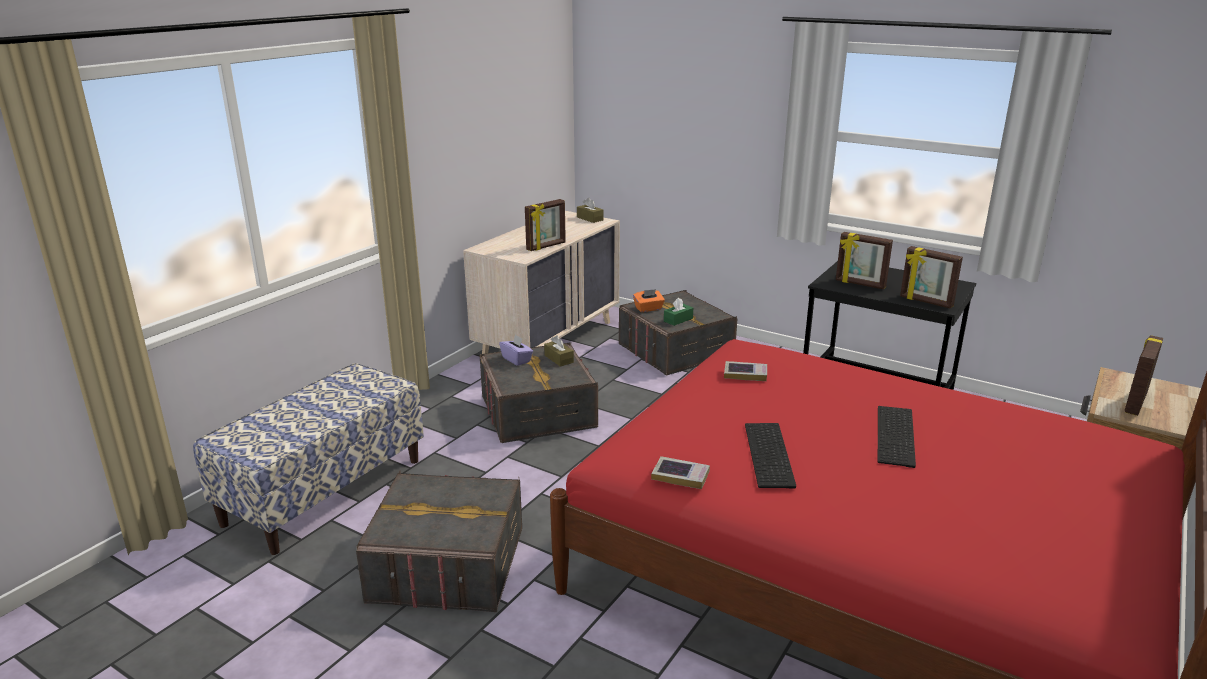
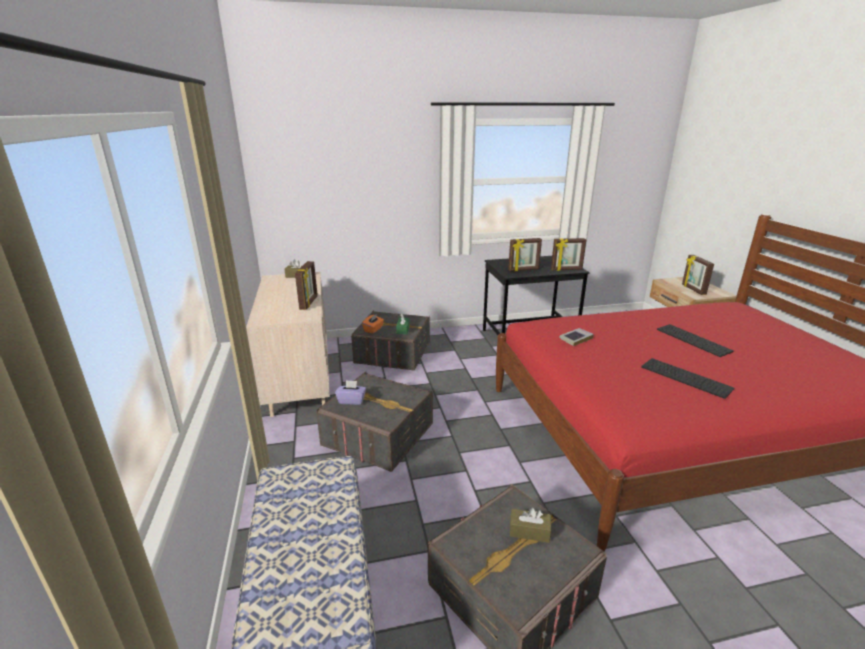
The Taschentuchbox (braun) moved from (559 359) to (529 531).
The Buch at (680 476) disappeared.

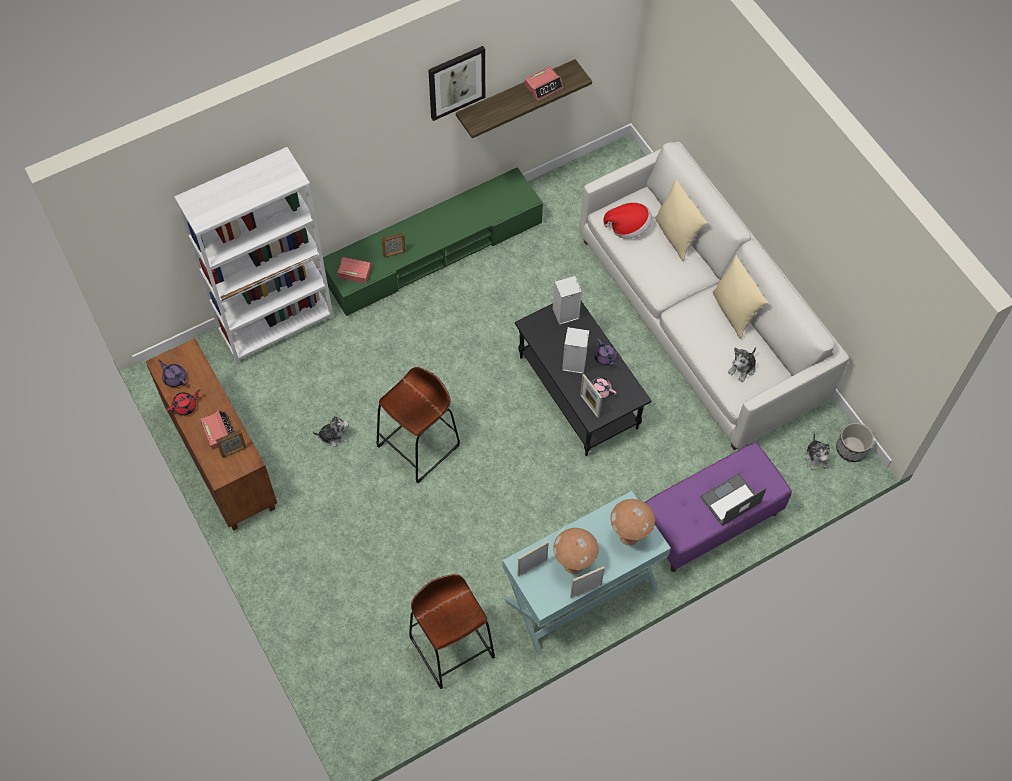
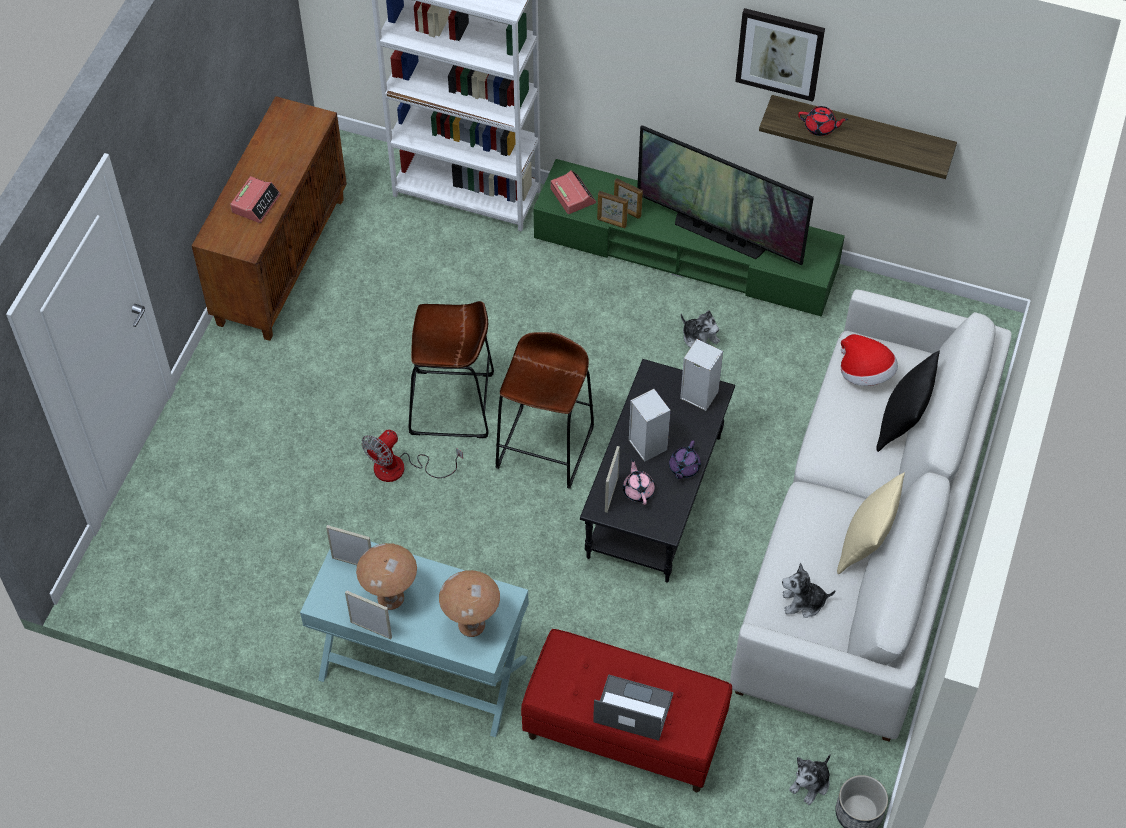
The Wecker at (543 86) disappeared.
The Kissen (beige) at (676 236) became the Kissen (schwarz) at (902 423).
The Teekanne (lila) at (174 378) disappeared.
The Teekanne (rot) moved from (185 406) to (820 127).
The Plüschtier moved from (334 436) to (699 338).
The Bilderrahmen moved from (234 451) to (611 223).
The Bank (lila) at (710 521) became the Bank (rot) at (624 731).
The Hocker (braun) moved from (452 647) to (545 447).
The Fernseher at (719 235) appeared.
The Ventilator at (401 469) appeared.

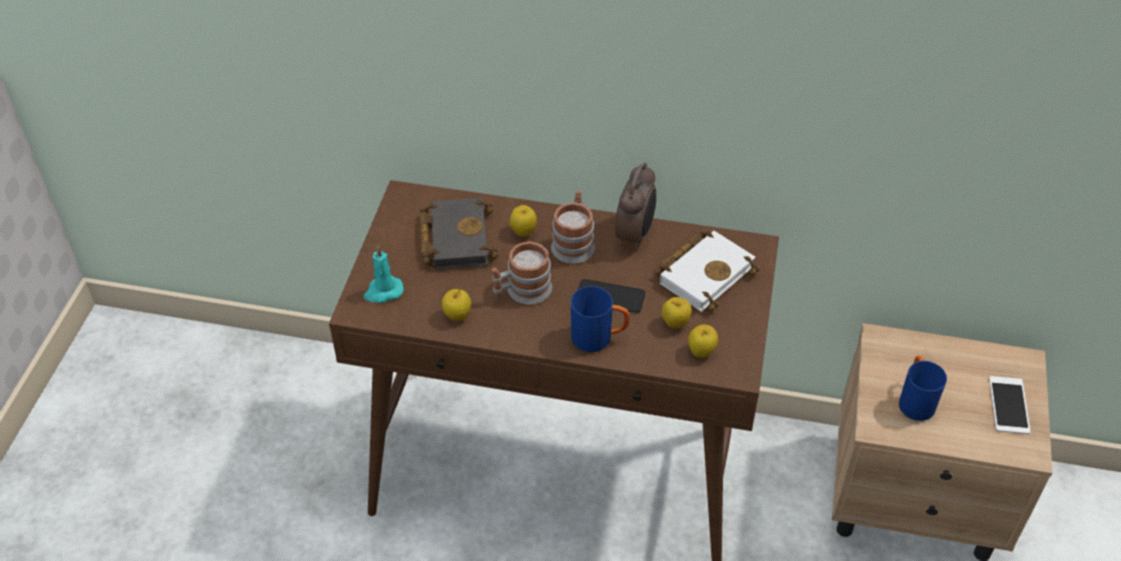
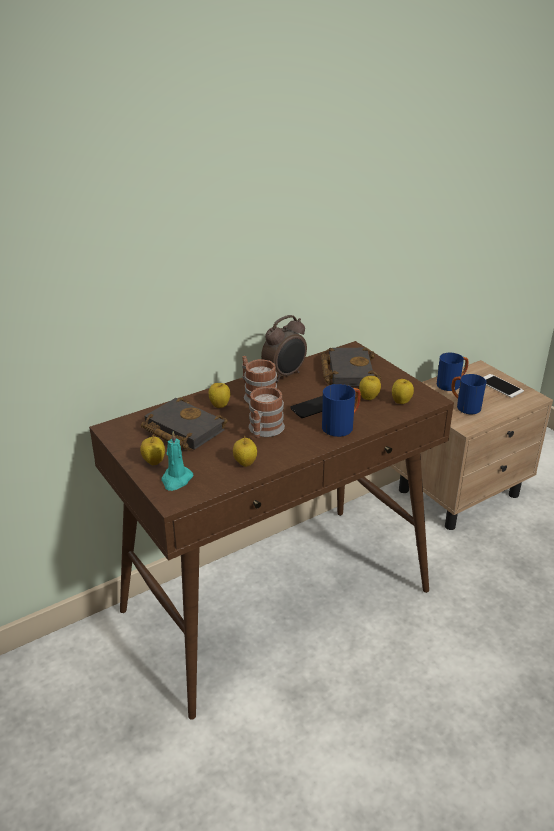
The Wecker at (635 235) turned 75 degrees clockwise.
The Buch (weiß) at (705 273) became the Buch (schwarz) at (347 371).
The Henkelbecher (blau) at (451 384) appeared.
The Apfel at (154 462) appeared.

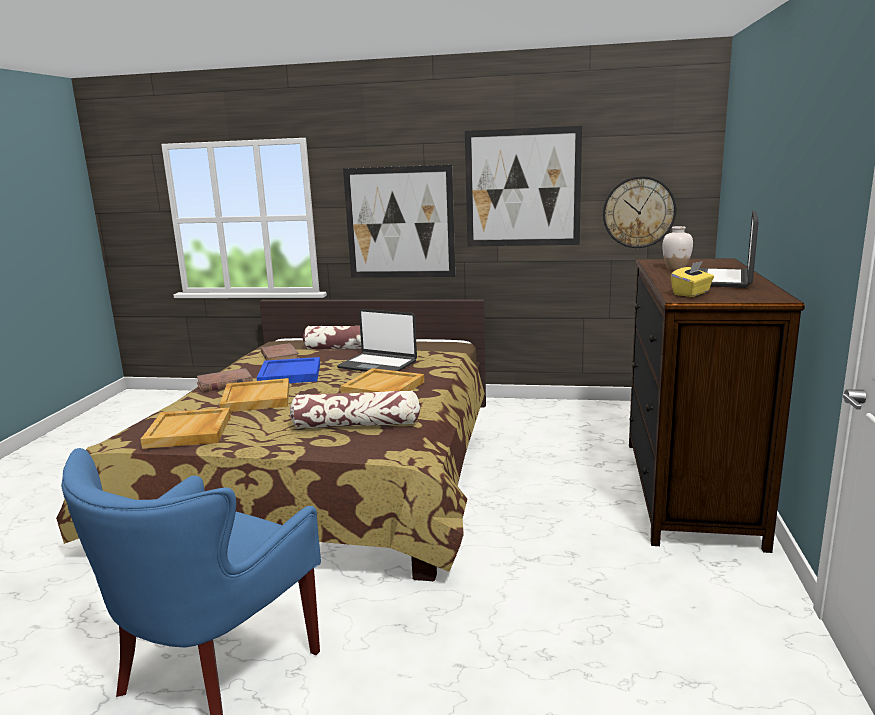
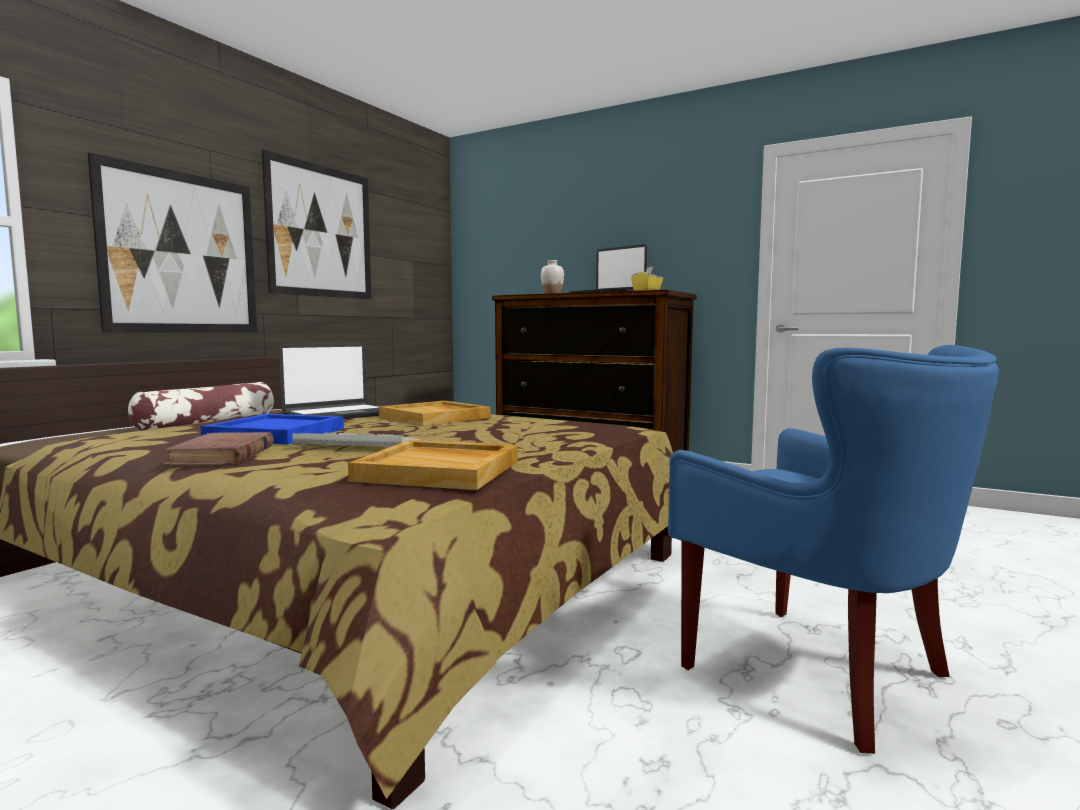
The Wanduhr at (638 212) disappeared.
The Buch (braun) at (280 357) disappeared.
The Tablett (beige) at (256 398) was replaced by the Tastatur at (354 446).
The Kissen at (356 425) disappeared.

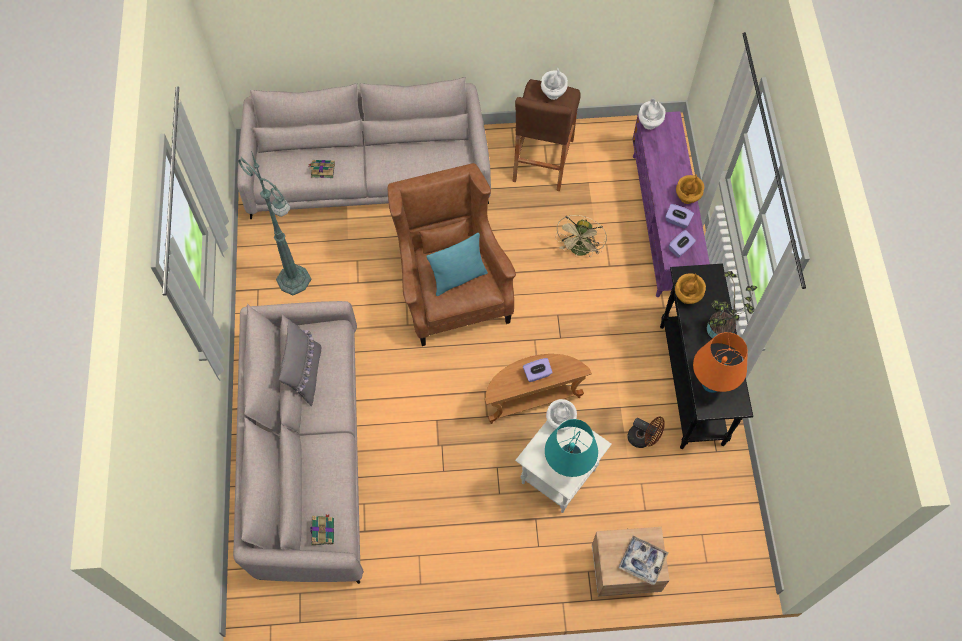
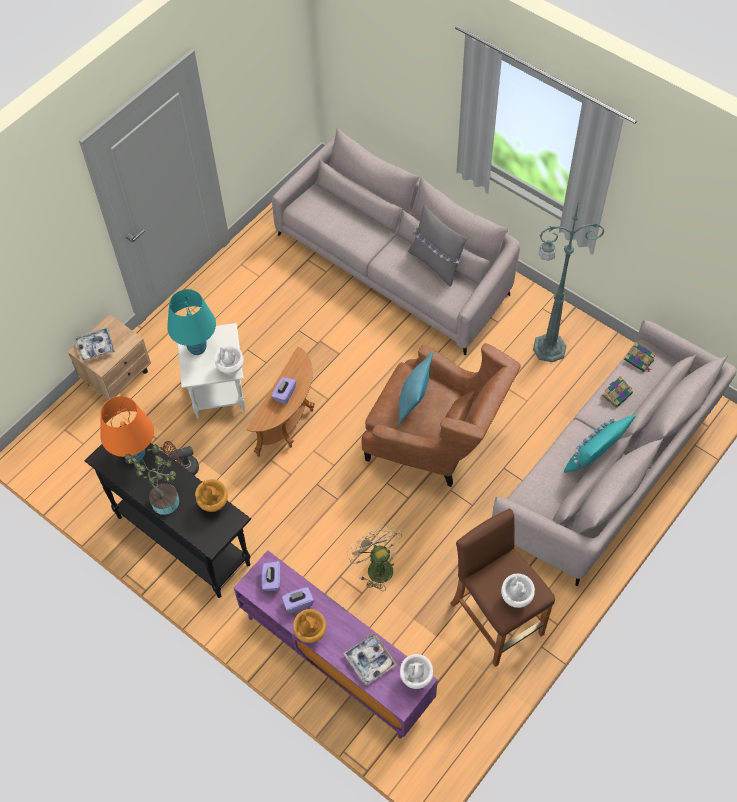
The Buch moved from (322 531) to (639 360).
The Kissen (türkis) at (594 459) appeared.
The Tablett at (370 660) appeared.

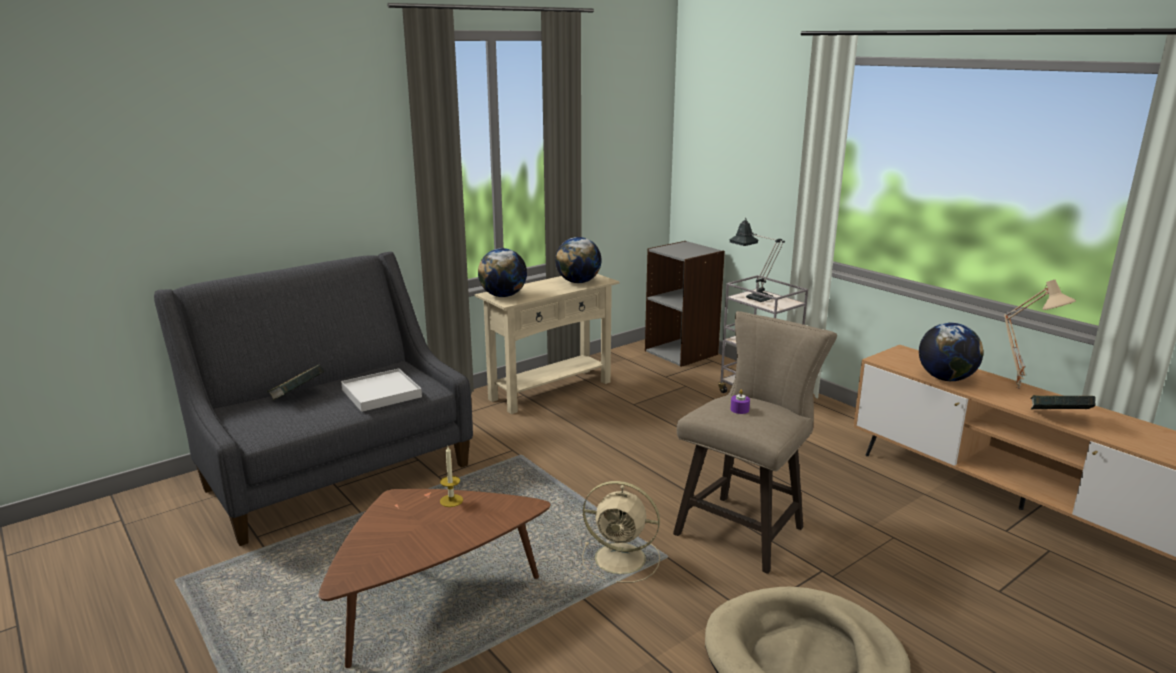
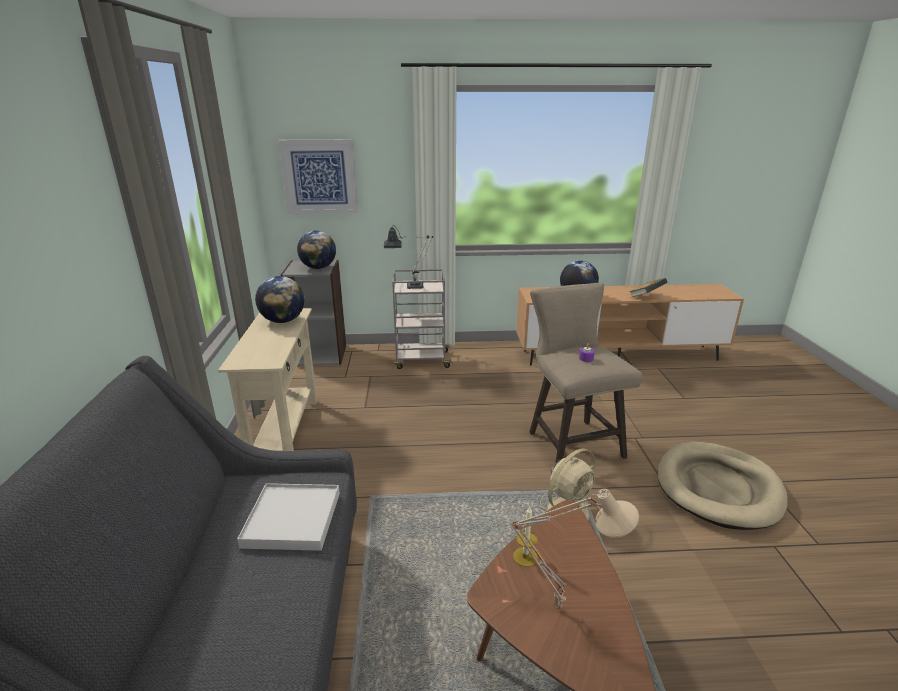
The Globus moved from (503 296) to (318 268).
The Tischlampe (beige) moved from (1020 388) to (559 606).
The Buch at (297 396) disappeared.
The Bild at (319 177) appeared.

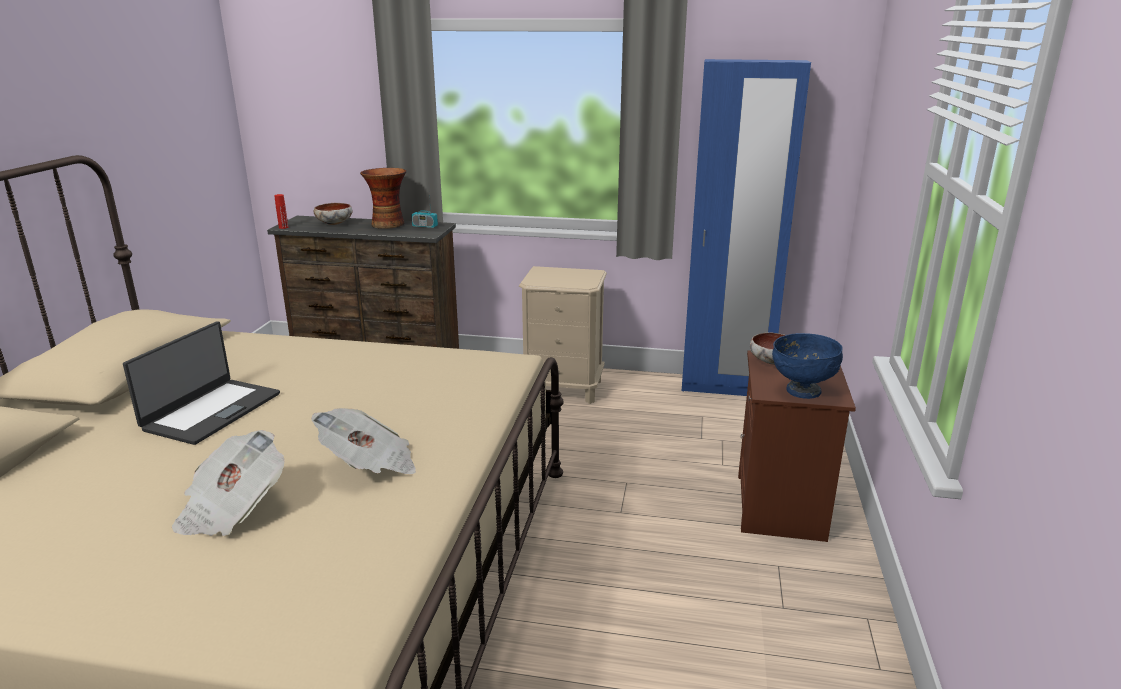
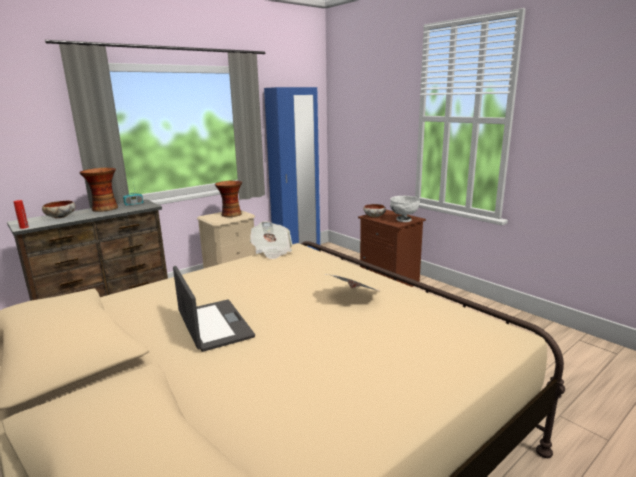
The Schüssel (blau) at (802 391) became the Schüssel (weiß) at (403 220).
The Zeitung moved from (232 509) to (272 251).
The Vase at (230 214) appeared.

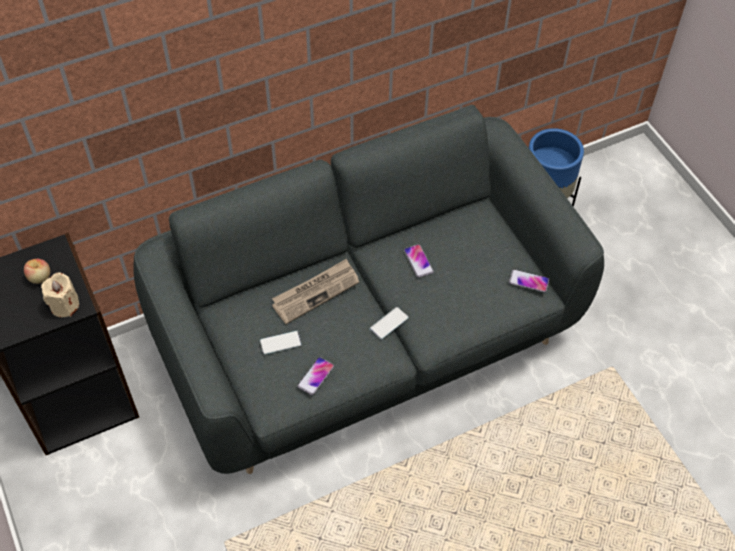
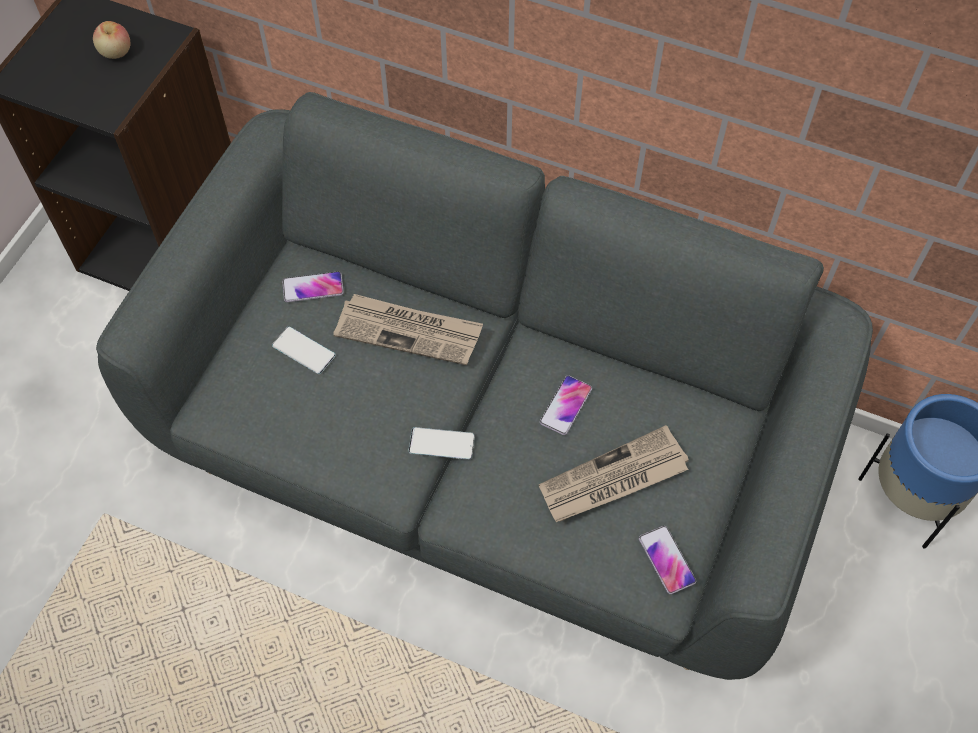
The Kerze (beige) at (64 305) disappeared.
The Handy moved from (316 376) to (313 287).
The Zeitung at (613 479) appeared.

